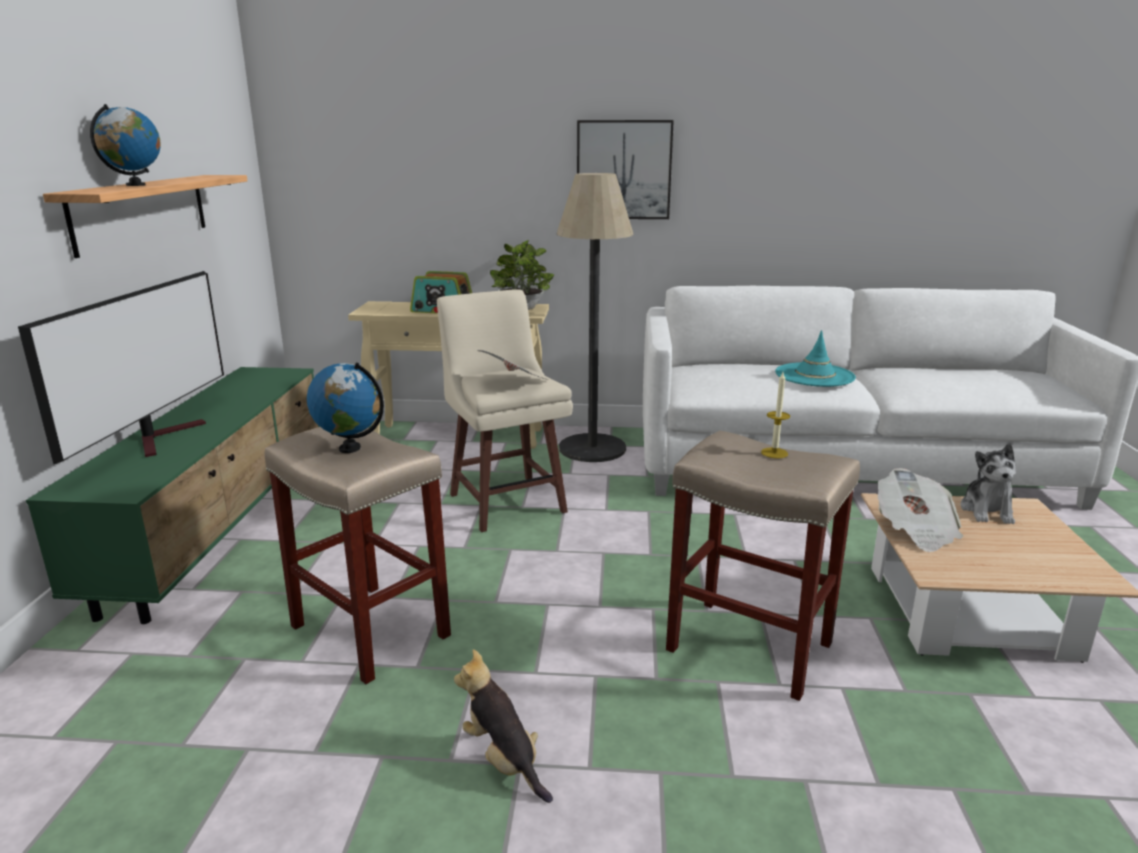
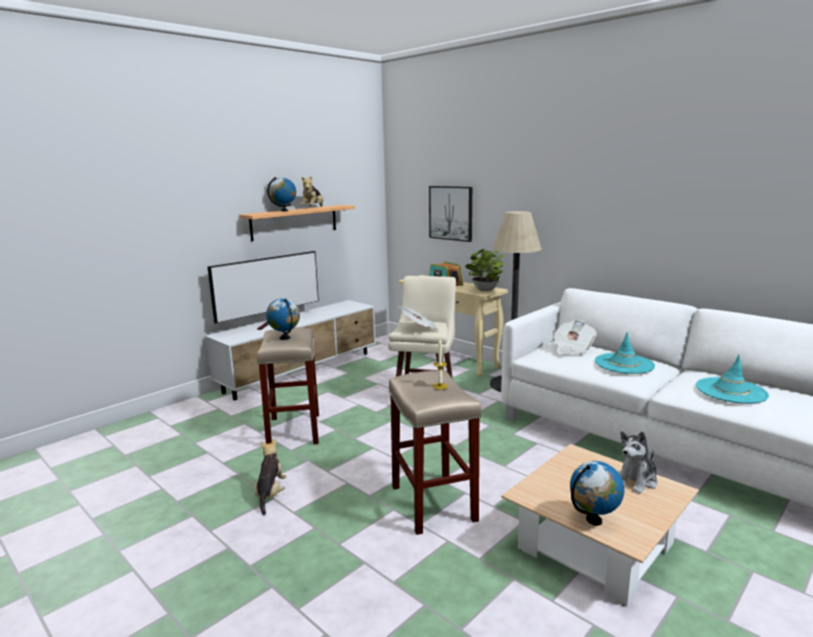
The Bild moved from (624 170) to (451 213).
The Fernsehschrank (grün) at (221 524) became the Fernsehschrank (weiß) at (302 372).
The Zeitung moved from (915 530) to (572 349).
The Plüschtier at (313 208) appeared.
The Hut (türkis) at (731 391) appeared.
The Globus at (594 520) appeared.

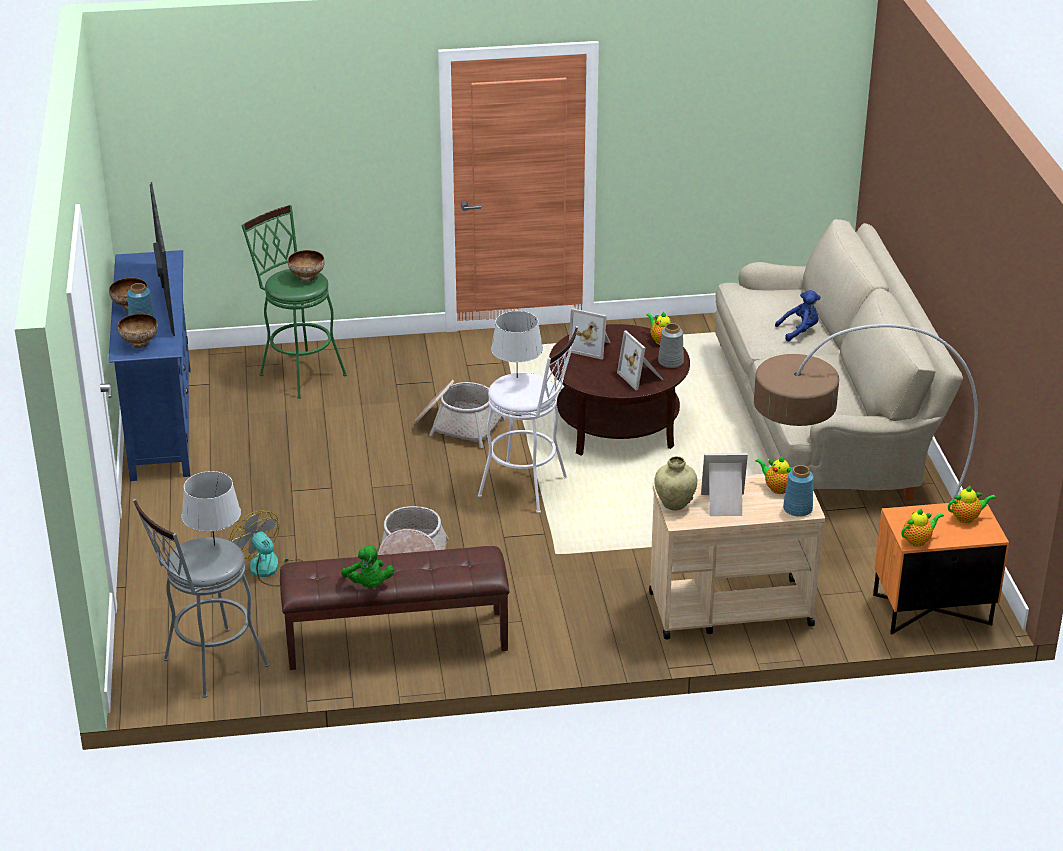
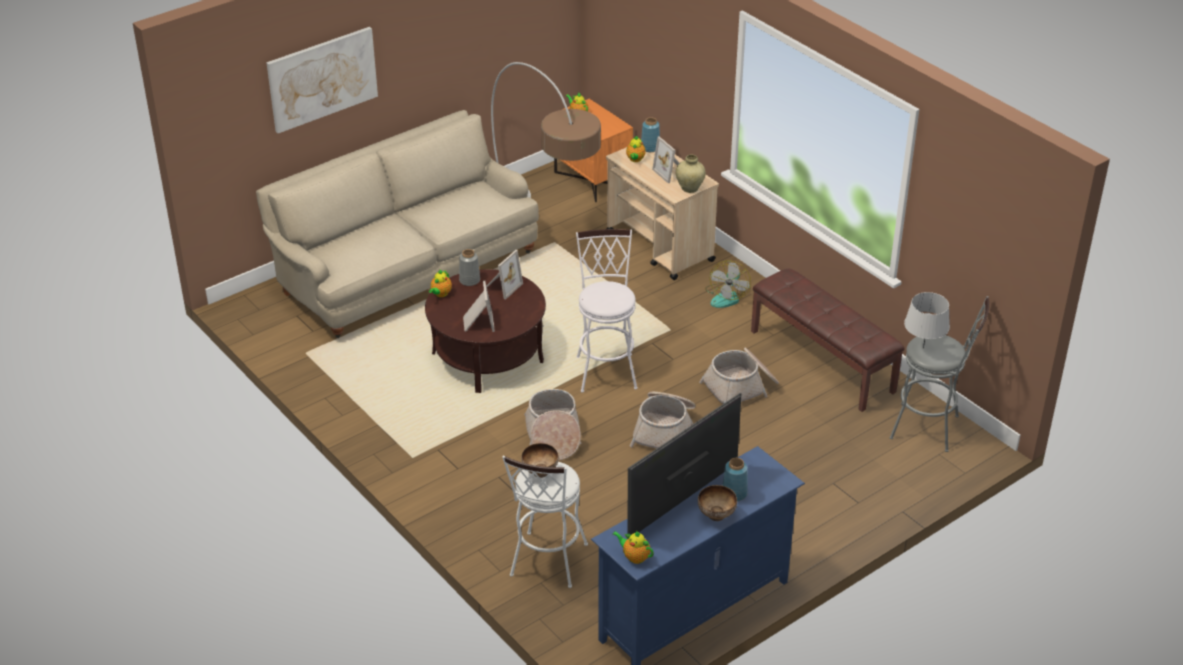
The Hocker (grün) at (298 372) became the Hocker (weiß) at (546 565).
The Plüschtier (blau) at (799 331) disappeared.
The Tischlampe (grau) at (517 377) disappeared.
The Schüssel at (139 344) disappeared.
The Teekanne moved from (918 540) to (634 557).
The Ventilator moved from (270 569) to (727 296).
The Plüschtier (grün) at (369 585) disappeared.
The Bild at (322 78) appeared.
The Korb at (665 430) appeared.

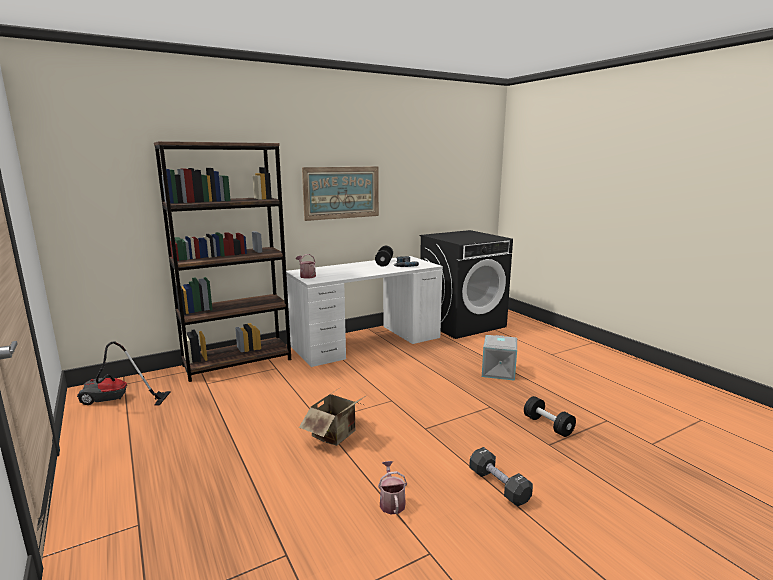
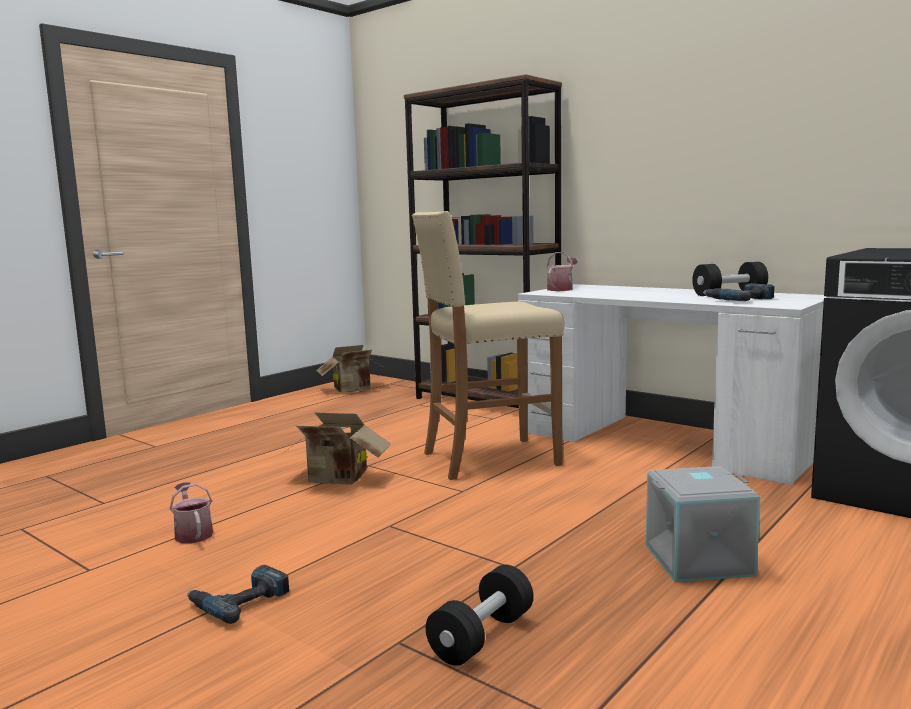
The Bild at (341 192) disappeared.
The Staubsauger at (116 400) was replaced by the Karton at (354 390).
The Hantel (schwarz) at (498 486) was replaced by the Bohrmaschine at (239 601).
The Gießkanne at (391 502) turned 90 degrees counterclockwise.
The Hocker (beige) at (489 459) appeared.

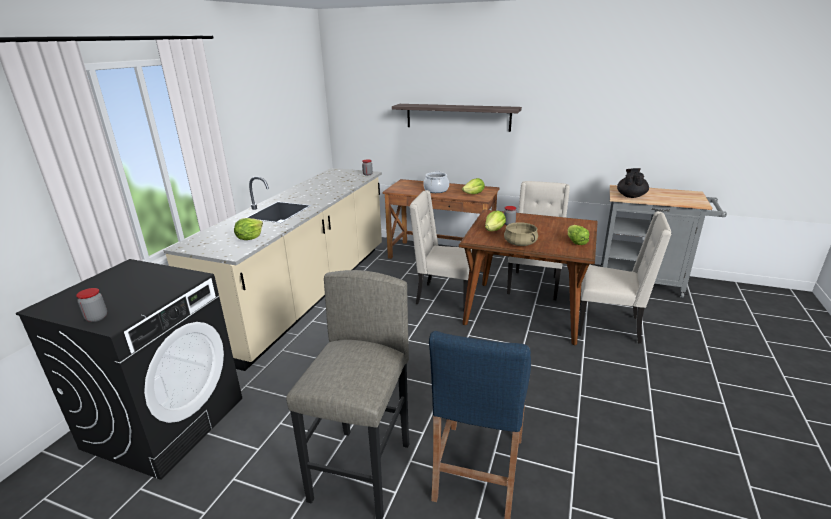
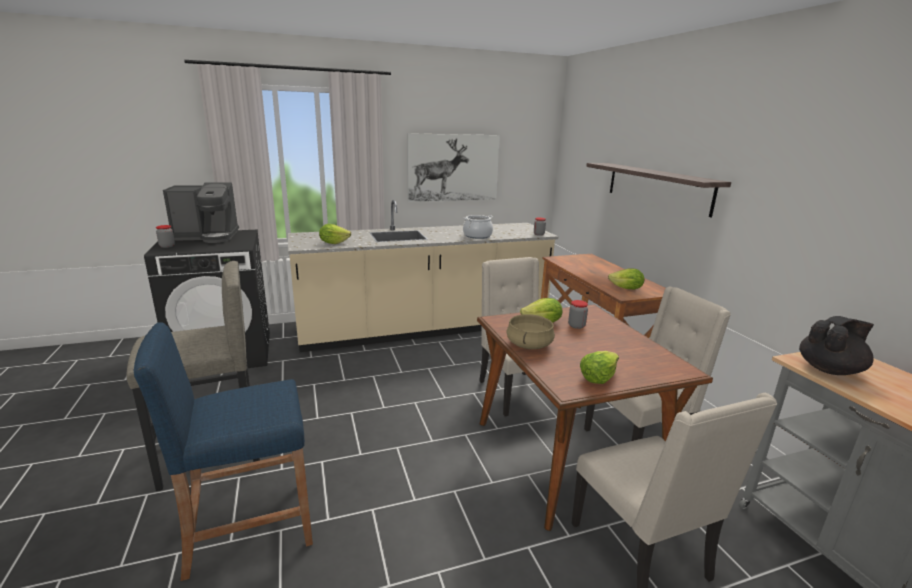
The Kochtopf moved from (436 190) to (477 236).
The Bild at (453 168) appeared.
The Kaffeemaschine at (208 237) appeared.

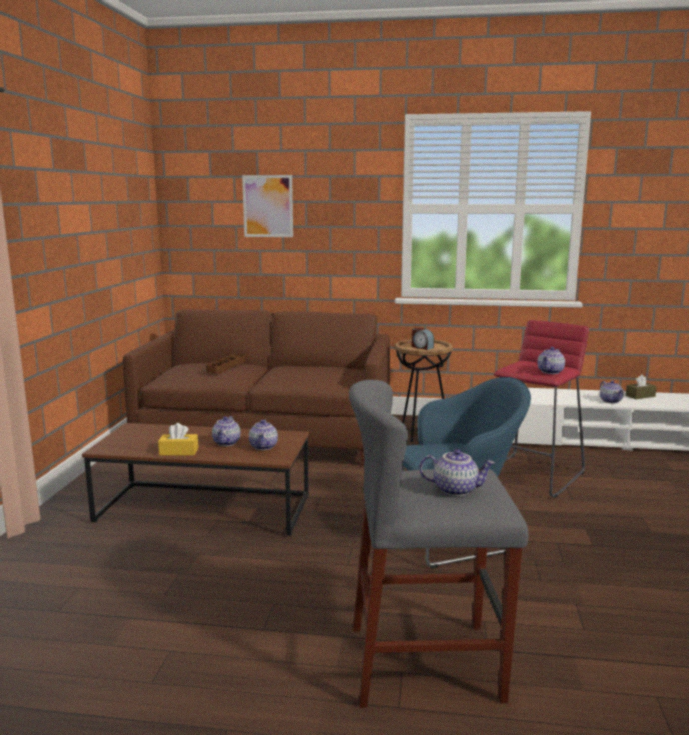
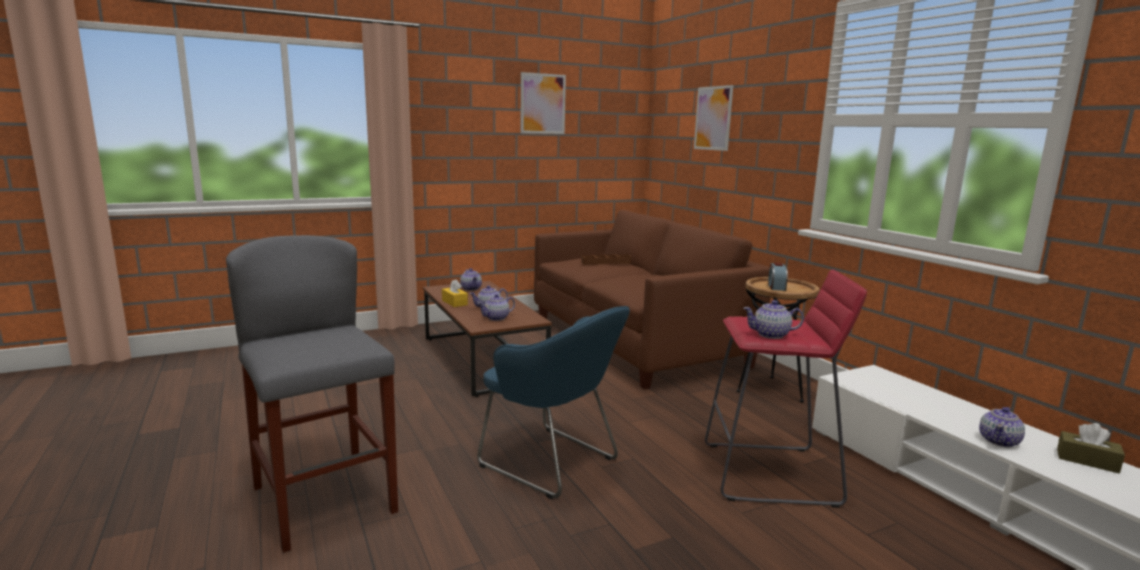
The Teekanne moved from (456 489) to (471 289).
The Bild at (542 103) appeared.

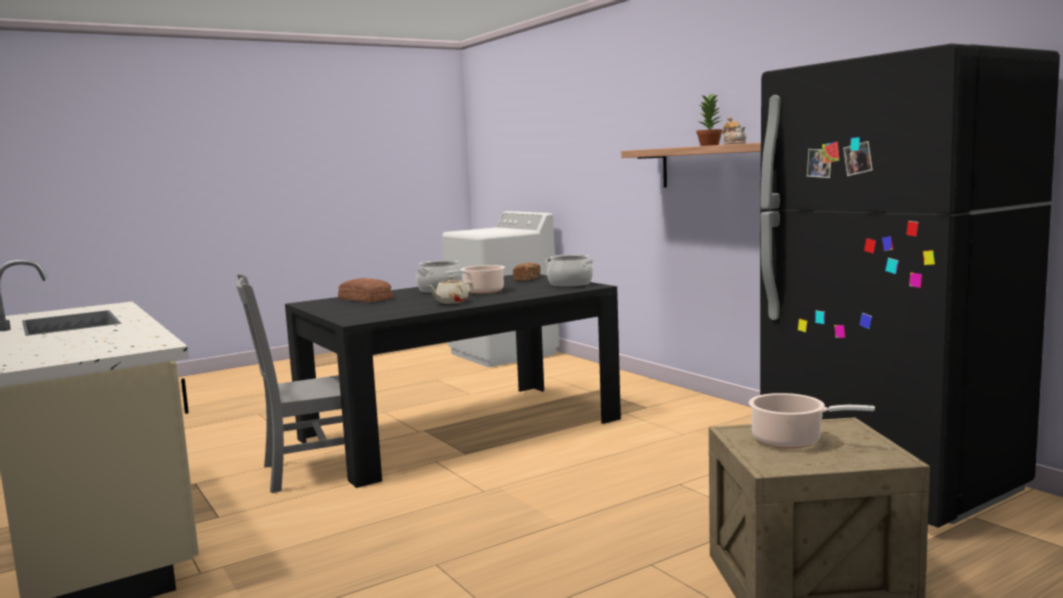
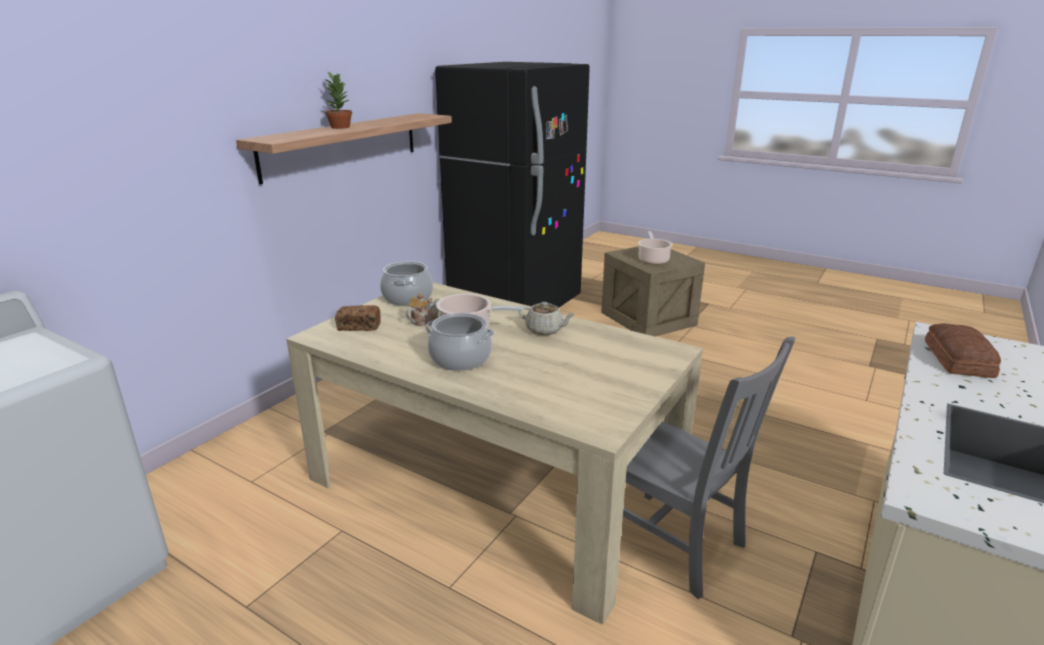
The Teekanne moved from (734 144) to (423 320).
The Esstisch (schwarz) at (461 429) became the Esstisch (beige) at (493 485).
The Brot moved from (365 298) to (956 359).

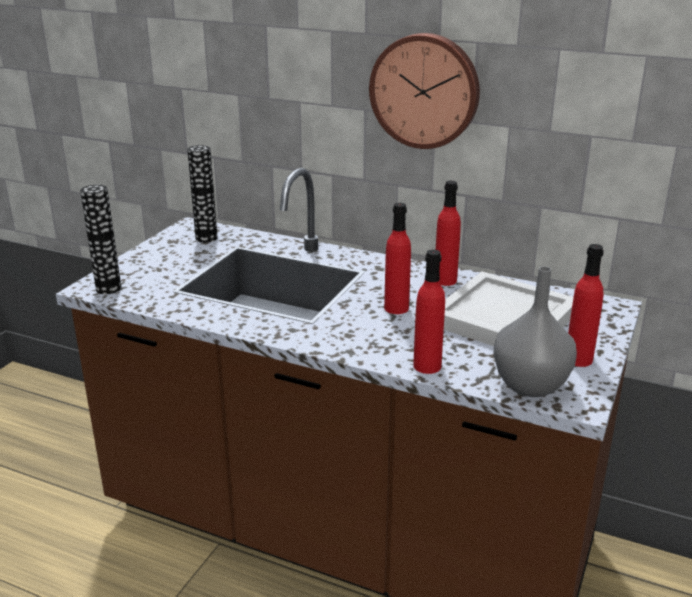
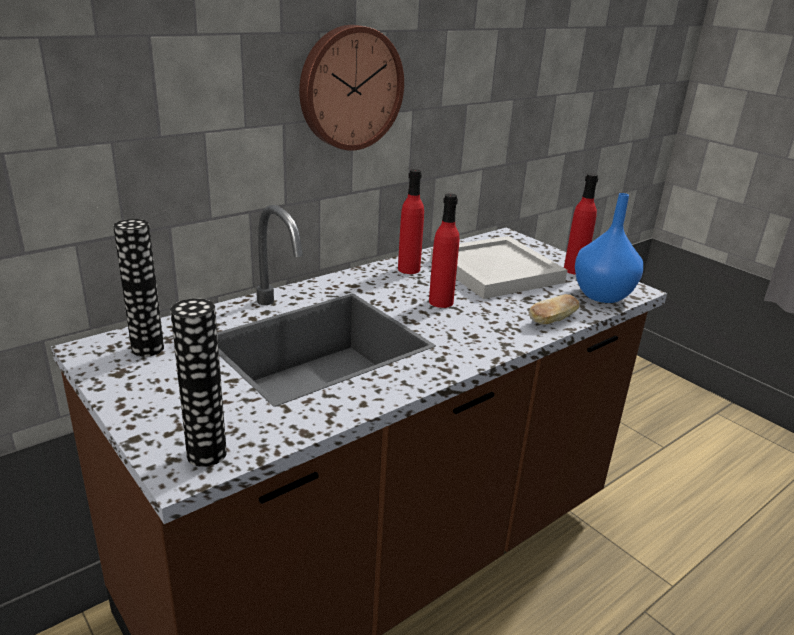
The Flasche (rot) at (427 366) was replaced by the Brot at (552 320).
The Vase (grau) at (530 384) became the Vase (blau) at (601 295).

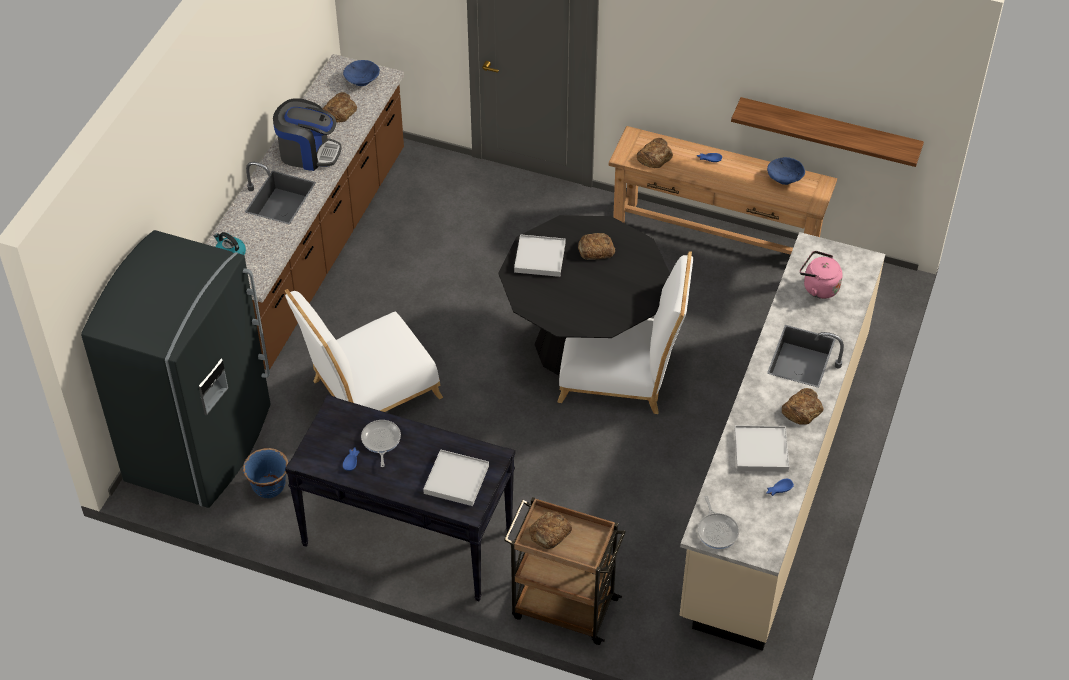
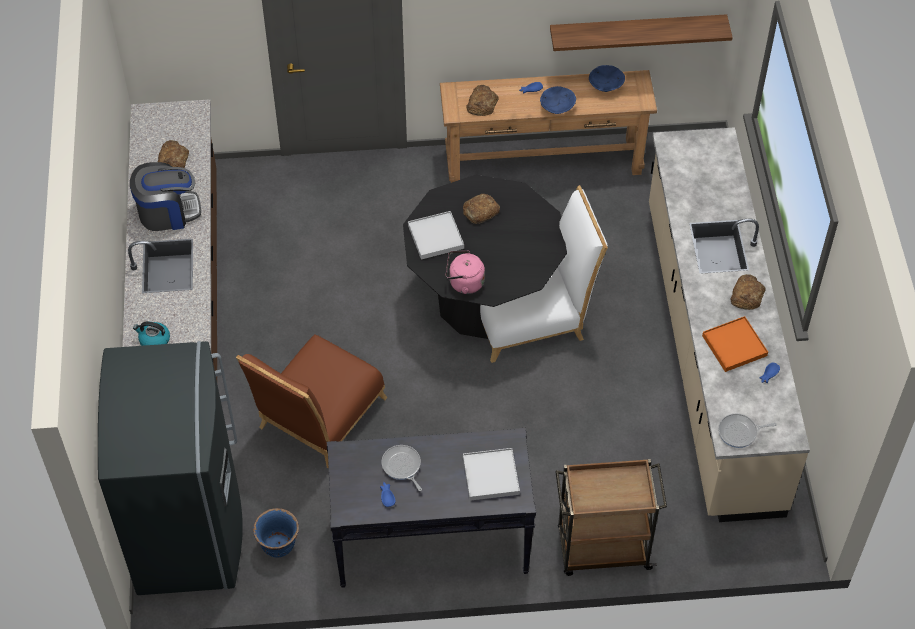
The Schüssel (blau) moved from (362 81) to (557 107).
The Wasserkessel (rosa) moved from (818 287) to (464 283).
The Stuhl (weiß) at (369 392) became the Stuhl (braun) at (318 418).
The Tablett (weiß) at (760 451) became the Tablett (orange) at (734 346).
The Pfanne at (717 531) turned 120 degrees clockwise.
The Brot at (550 533) disappeared.

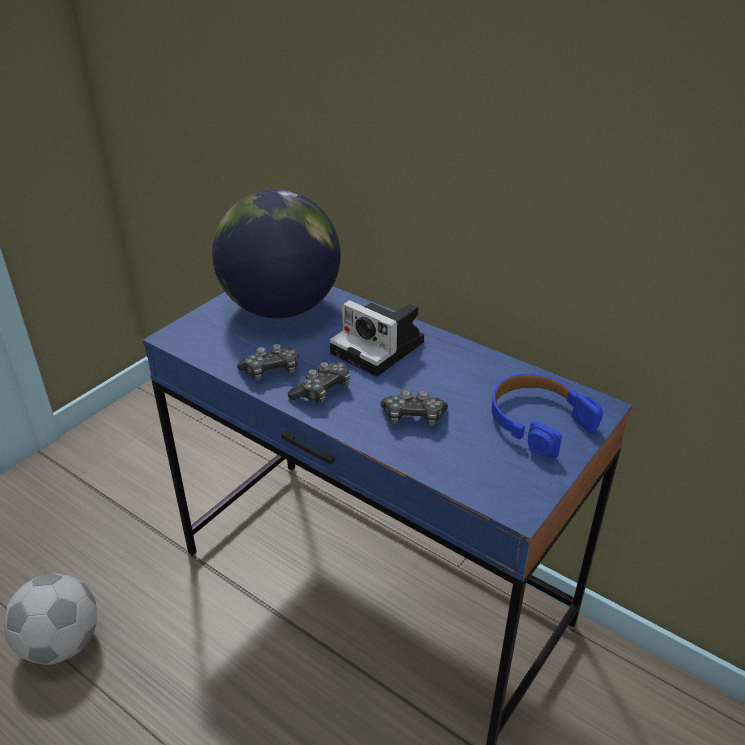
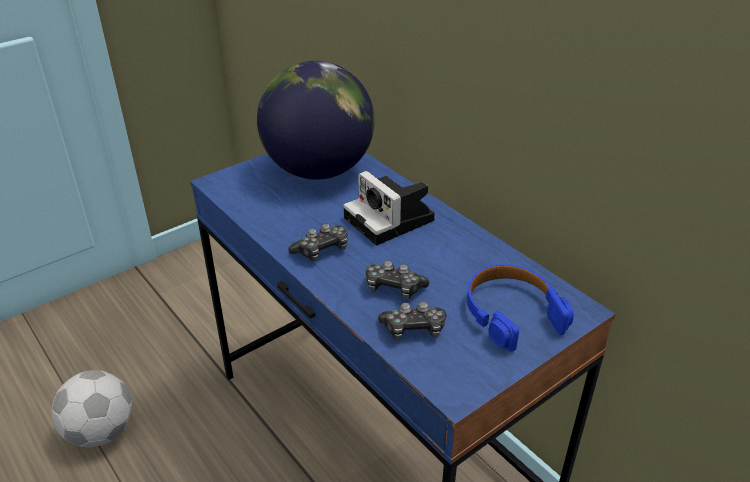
The Gamepad moved from (271 371) to (414 329).

